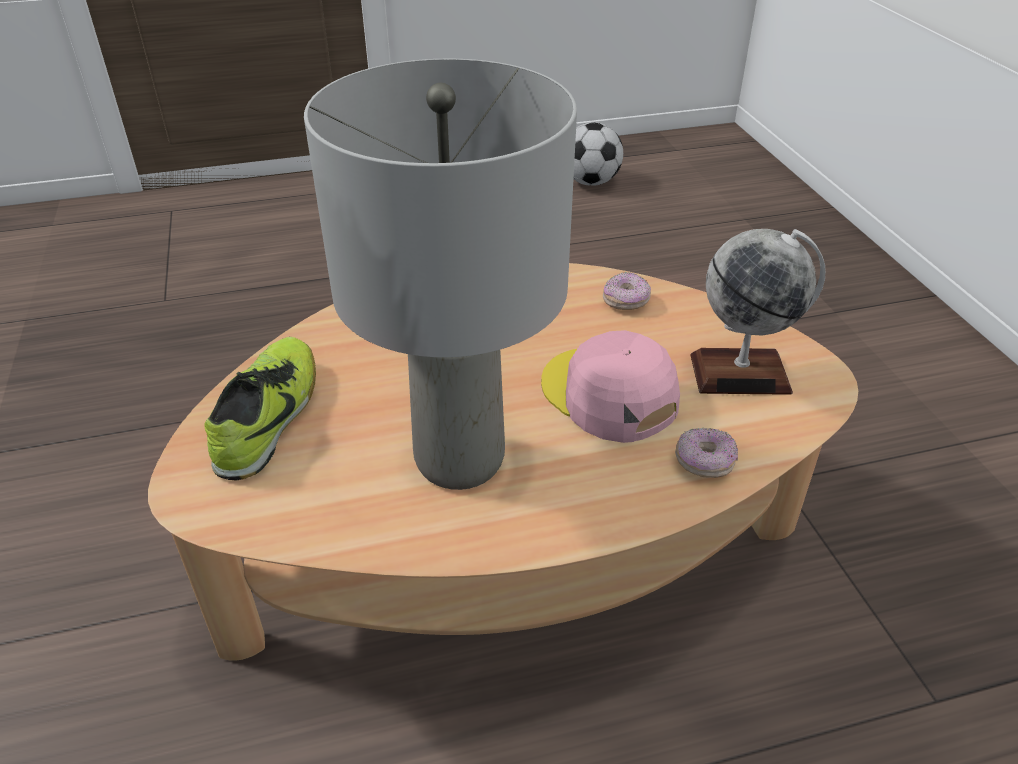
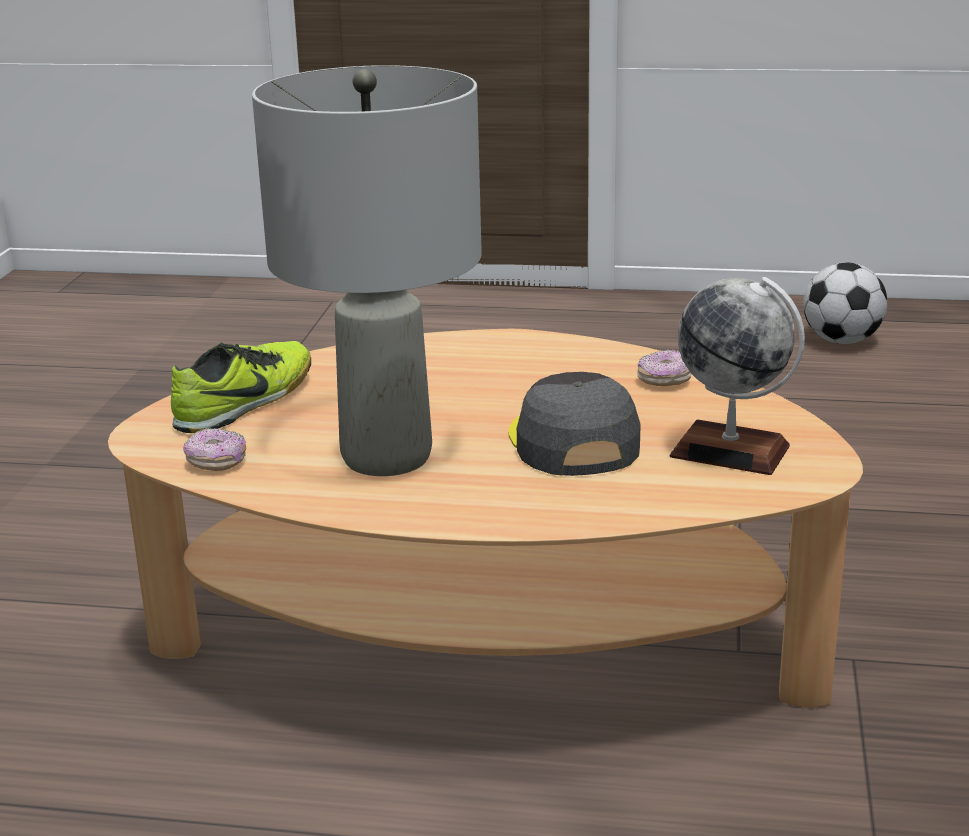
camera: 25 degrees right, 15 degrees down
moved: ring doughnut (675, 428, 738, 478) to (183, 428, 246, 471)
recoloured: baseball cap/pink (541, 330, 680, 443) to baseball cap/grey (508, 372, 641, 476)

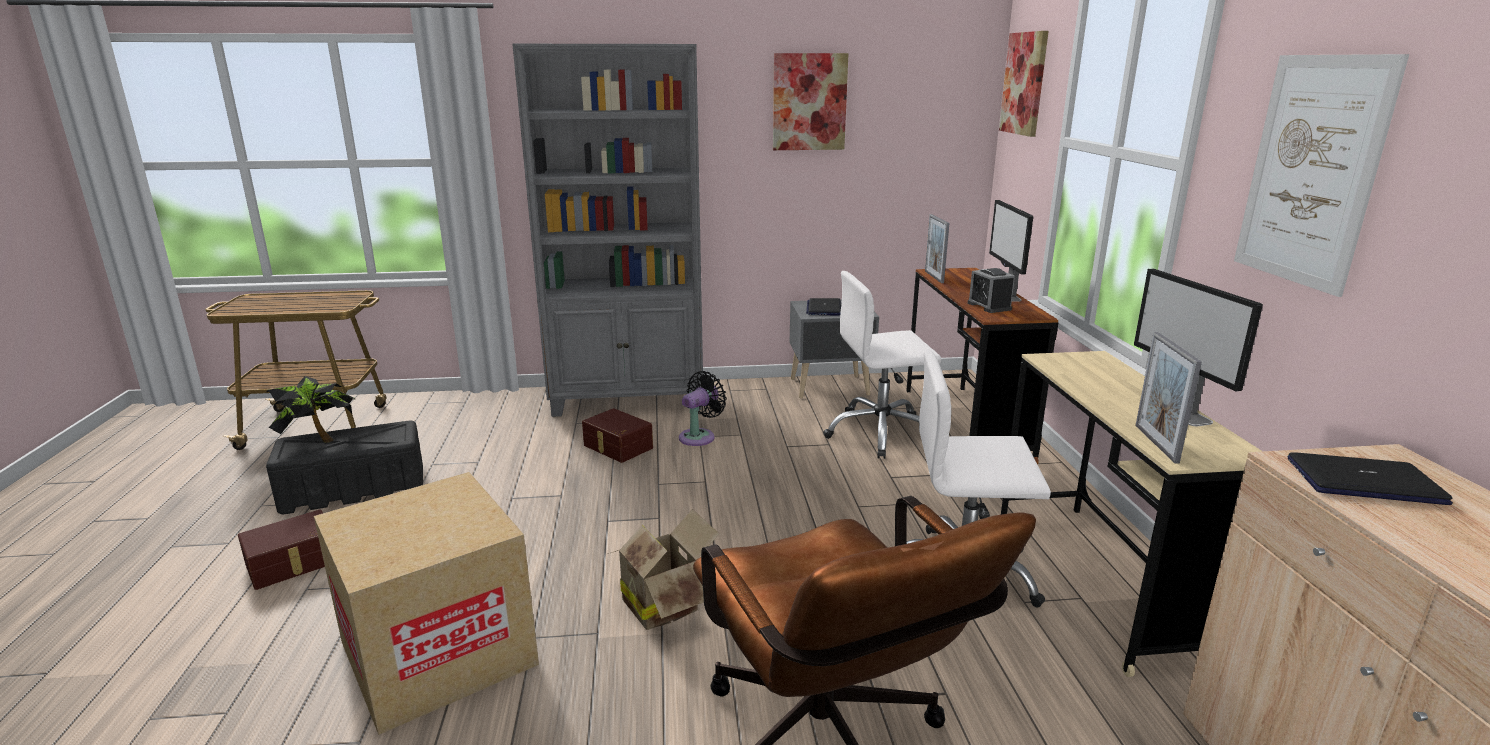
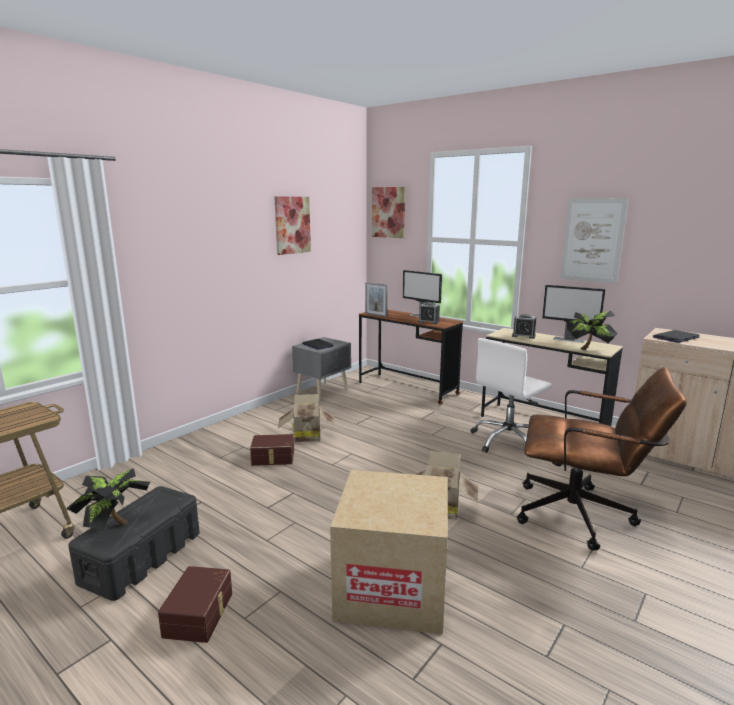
camera: 45 degrees left, 5 degrees down
removed: bookshelf/grey (512, 44, 703, 417); desk chair/whitish (823, 271, 941, 459)
added: alarm clock (512, 314, 536, 339)
replaced: cooling fan/blackish (679, 371, 727, 446) to carton (278, 394, 335, 442); photo frame (1135, 332, 1202, 464) to plant in a pot (567, 311, 618, 350)

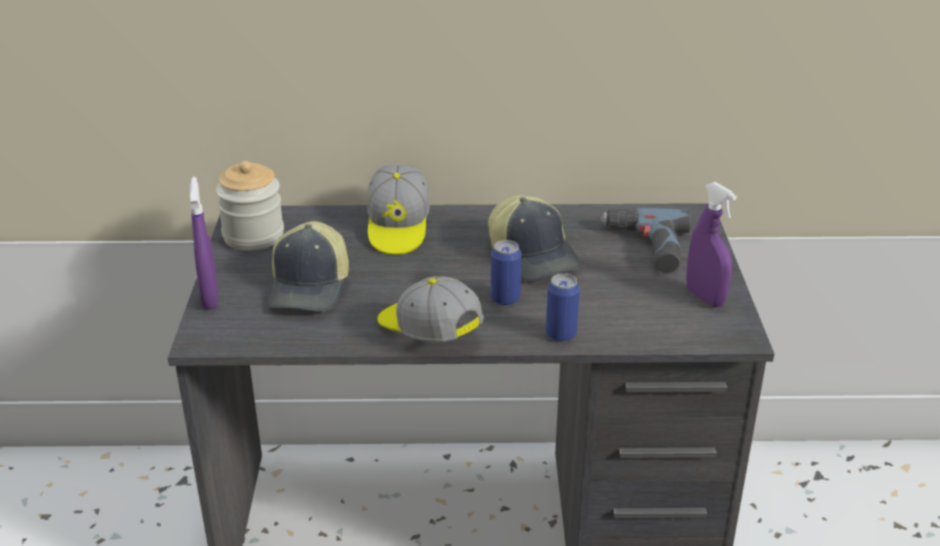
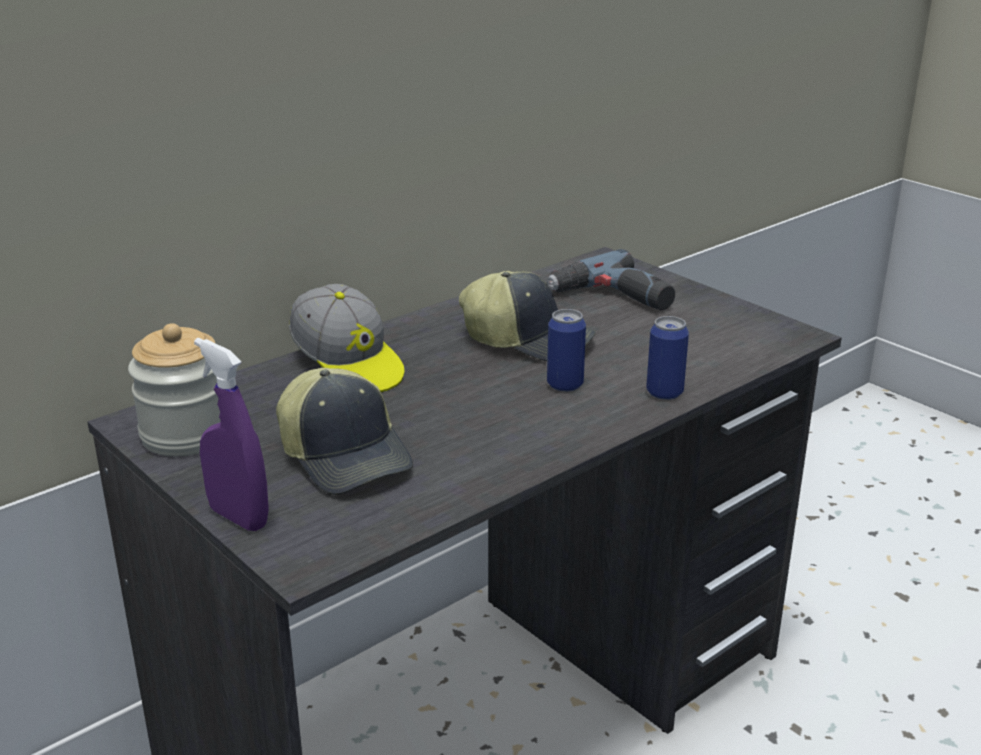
camera: 40 degrees left, 5 degrees down
removed: baseball cap (377, 276, 484, 342); sprayer/purplish (686, 182, 737, 307)

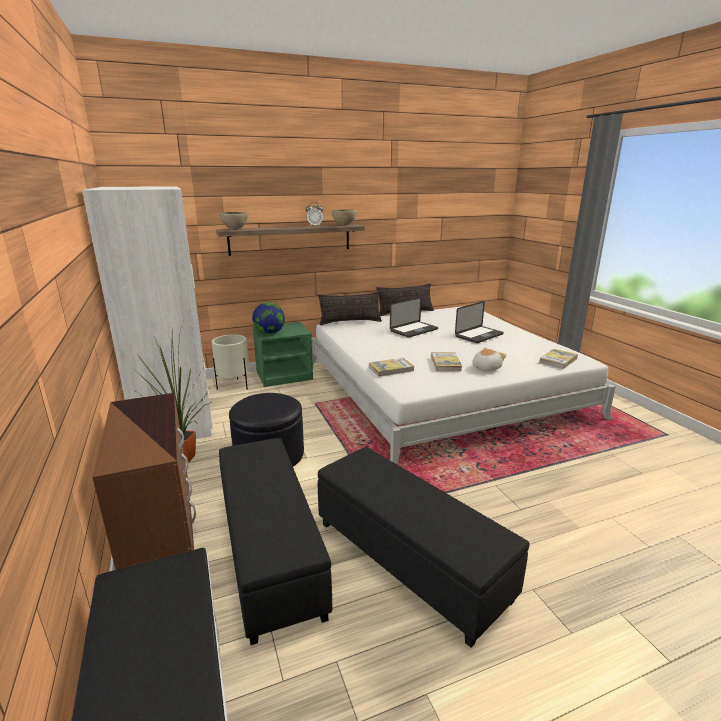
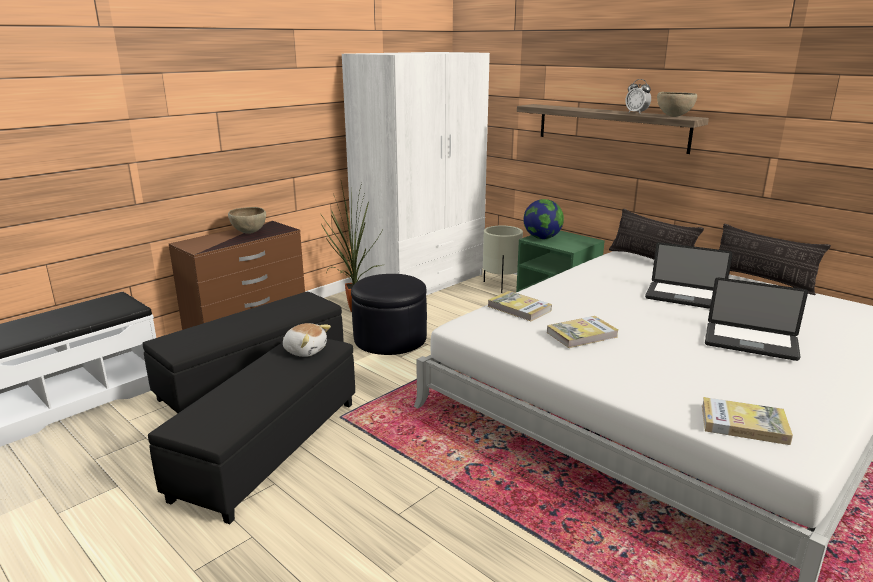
camera: 65 degrees right, 0 degrees up
moved: deep dish/brown (219, 212, 248, 230) to (228, 207, 266, 234); plush toy (472, 347, 507, 371) to (283, 323, 331, 357)

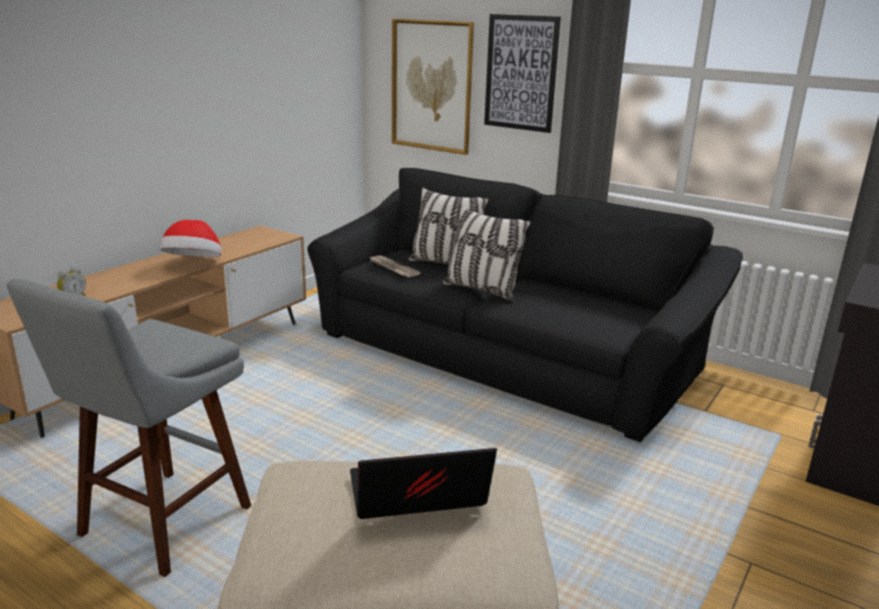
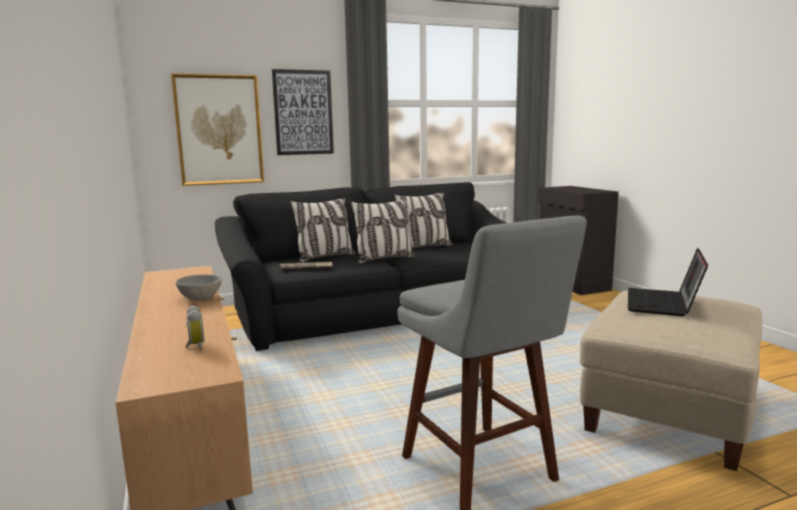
camera: 55 degrees left, 10 degrees down
added: pillow (394, 192, 452, 249)
replaced: hat (160, 220, 222, 257) to deep dish/grey (175, 275, 222, 301)

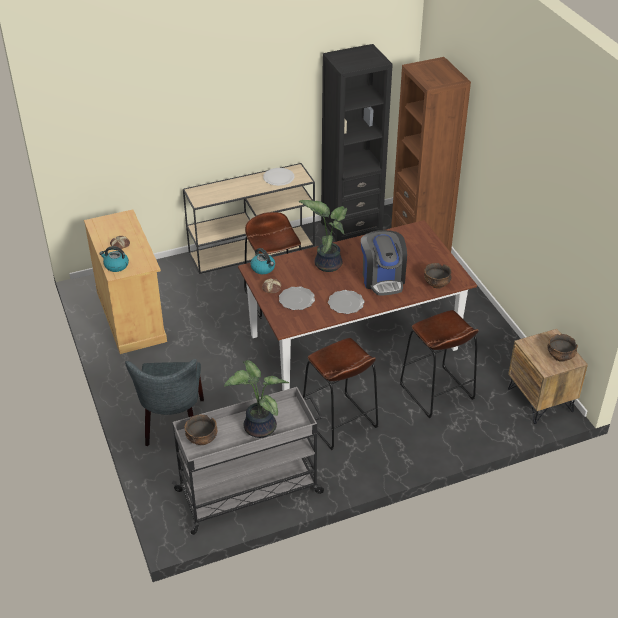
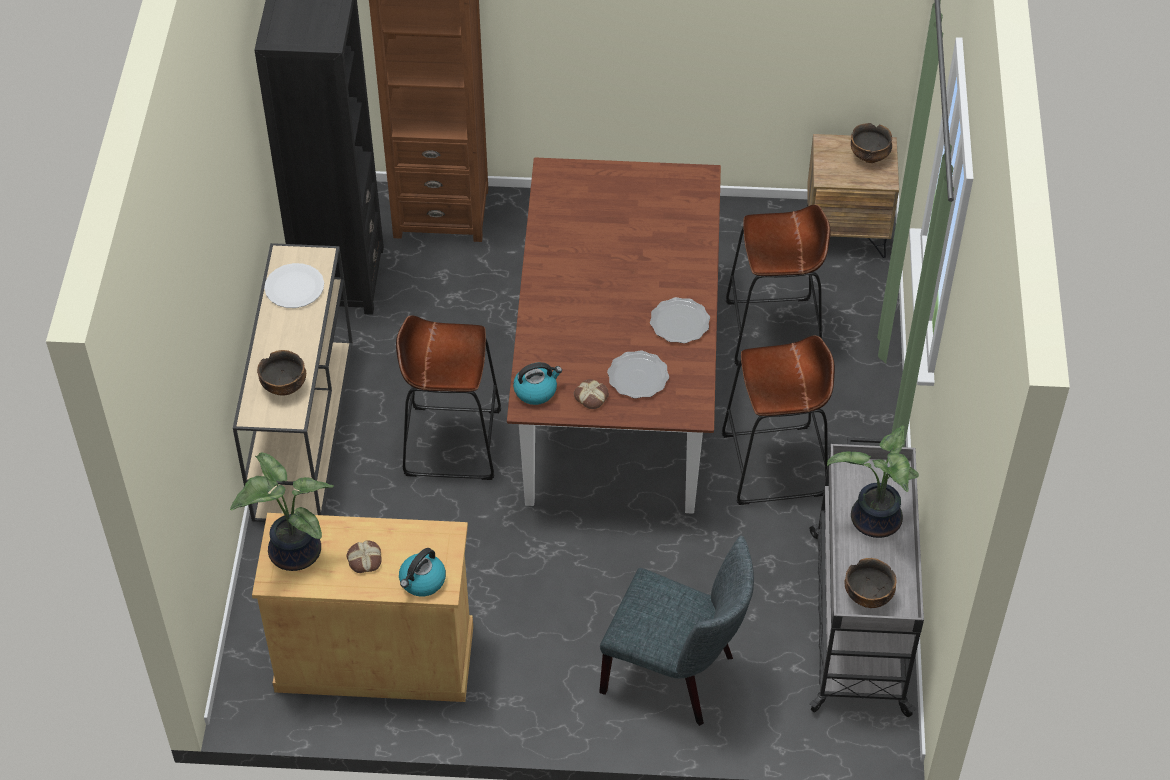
camera: 65 degrees left, 10 degrees up
removed: coffee maker (361, 230, 407, 295)
moved: plant in a pot (298, 200, 347, 272) to (230, 453, 334, 571); deep dish (424, 263, 451, 289) to (257, 350, 306, 396)

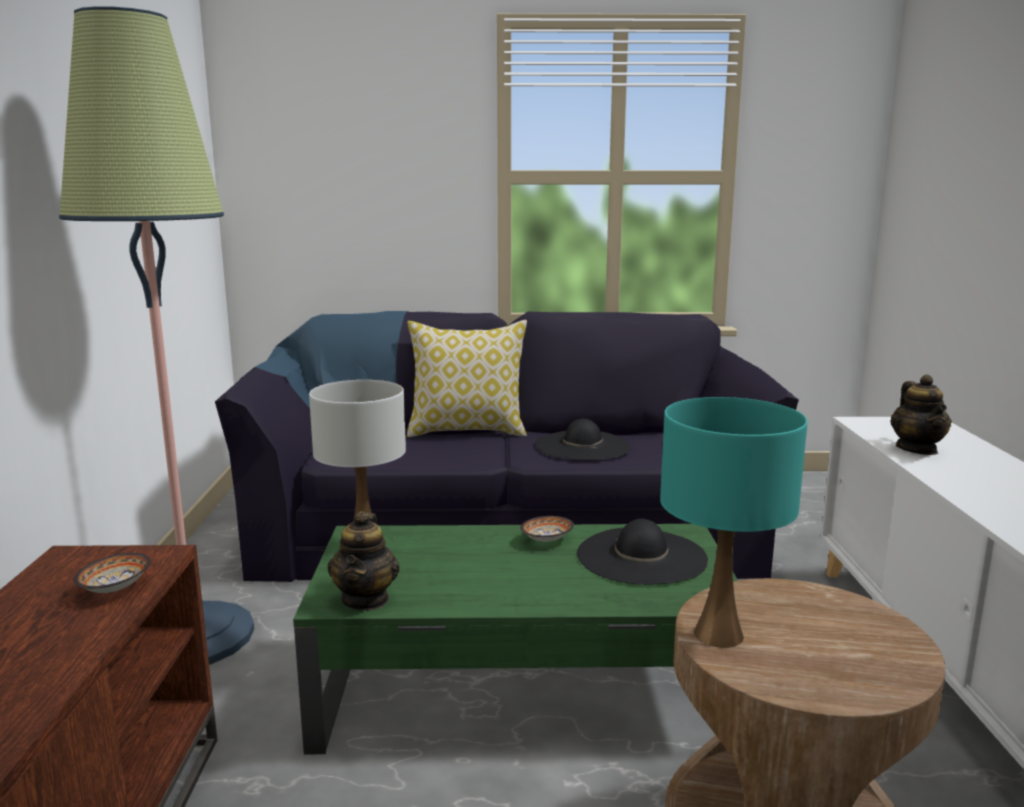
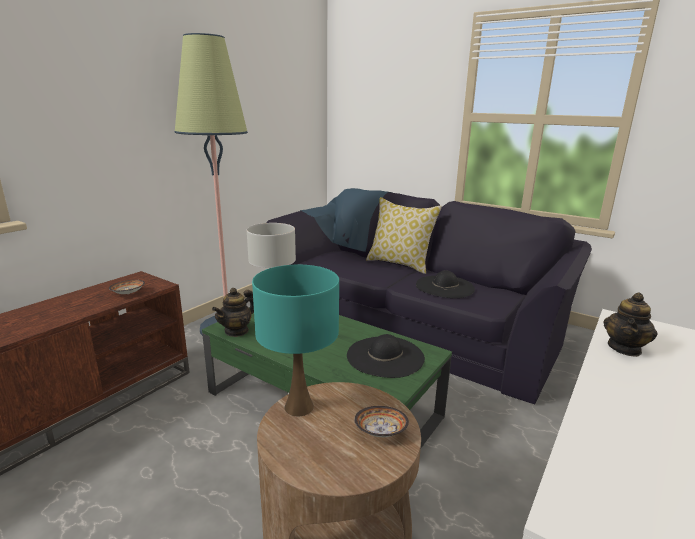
camera: 35 degrees right, 5 degrees up
moved: deep dish (520, 516, 574, 542) to (354, 406, 409, 437)

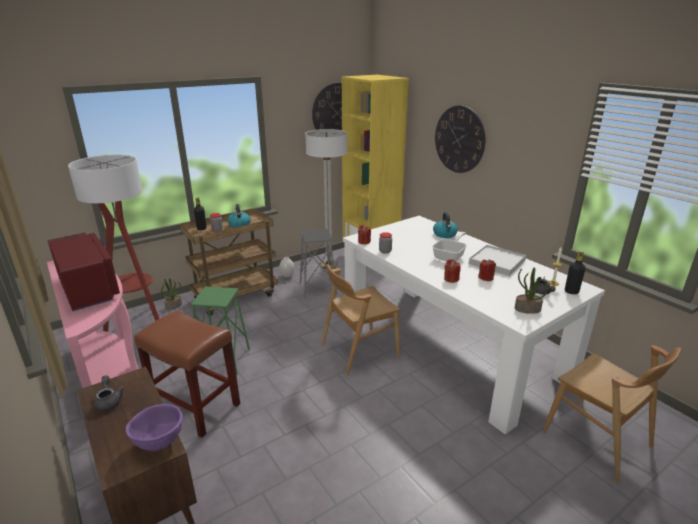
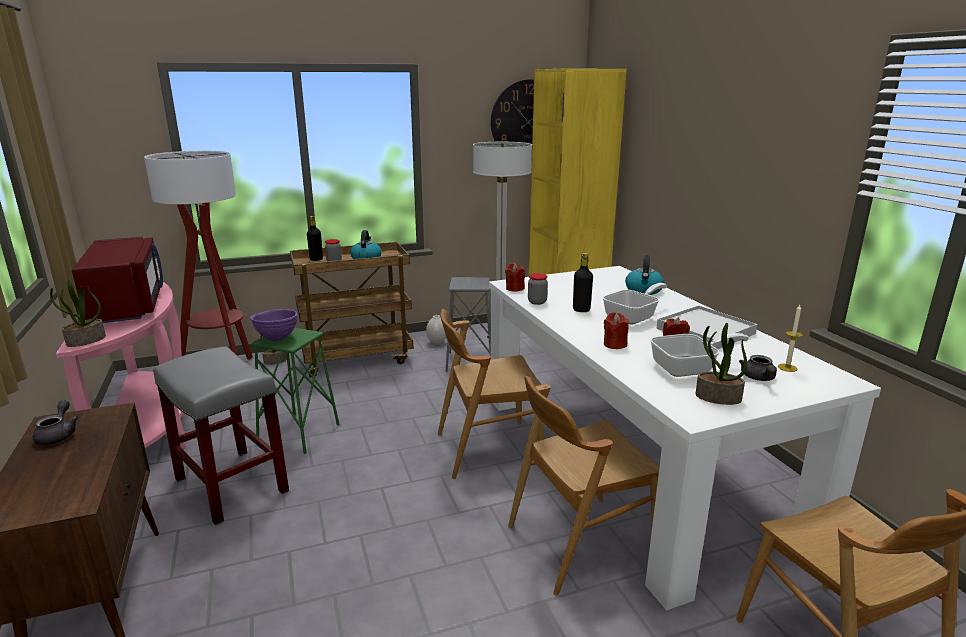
camera: 15 degrees right, 5 degrees down
removed: wall clock (435, 105, 485, 173)
added: plant in a pot (50, 279, 106, 347); upright chair/brown (508, 376, 660, 596); pan (650, 333, 749, 377)
moved: deep dish/purplish (126, 404, 183, 451) to (250, 309, 298, 341); beverage bottle/blackish (565, 251, 585, 294) to (573, 253, 593, 312)
recoloured: stool/brown (134, 310, 240, 438) to stool/grey (153, 346, 289, 526)

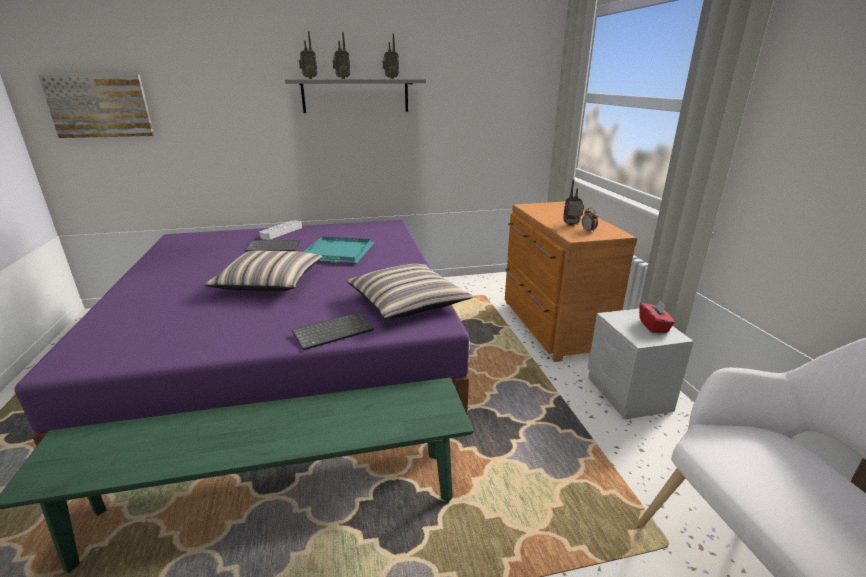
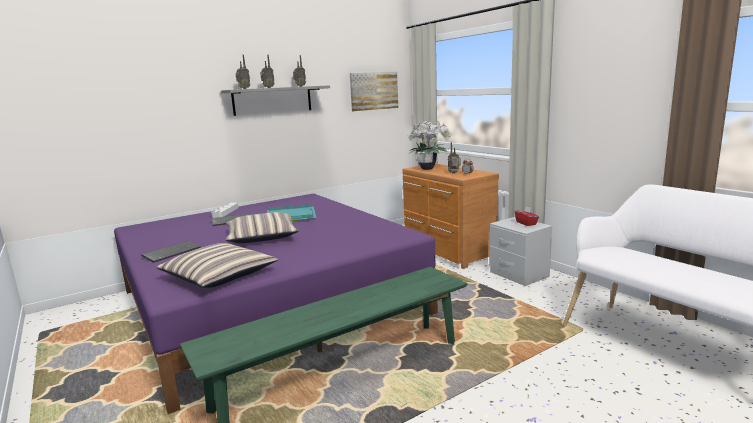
camera: 20 degrees left, 10 degrees down
added: plant in a pot (407, 120, 452, 170)
moved: keyboard (292, 312, 374, 350) to (141, 240, 201, 263); pillow (347, 264, 473, 319) to (156, 243, 278, 288); wall picture (38, 75, 154, 138) to (350, 72, 398, 111)

